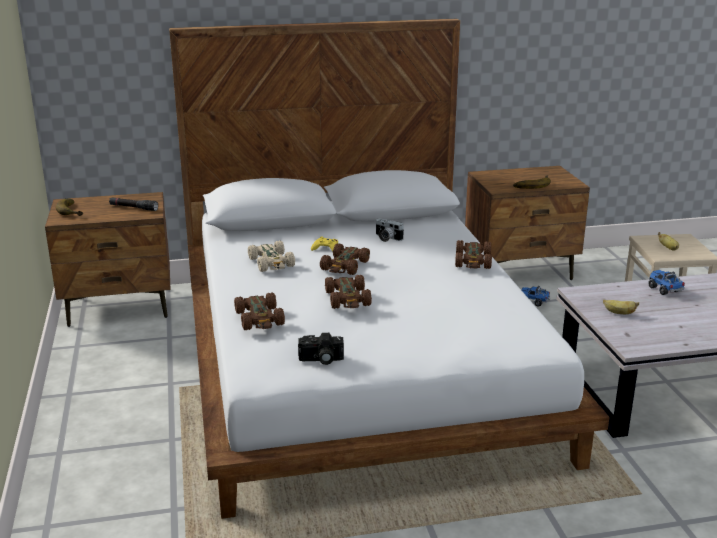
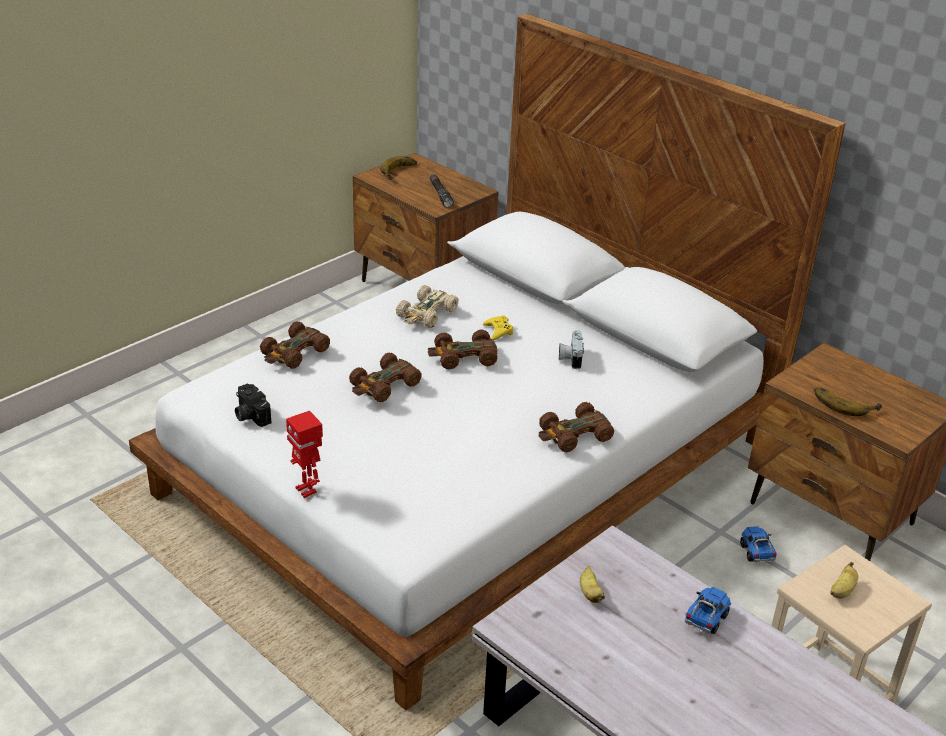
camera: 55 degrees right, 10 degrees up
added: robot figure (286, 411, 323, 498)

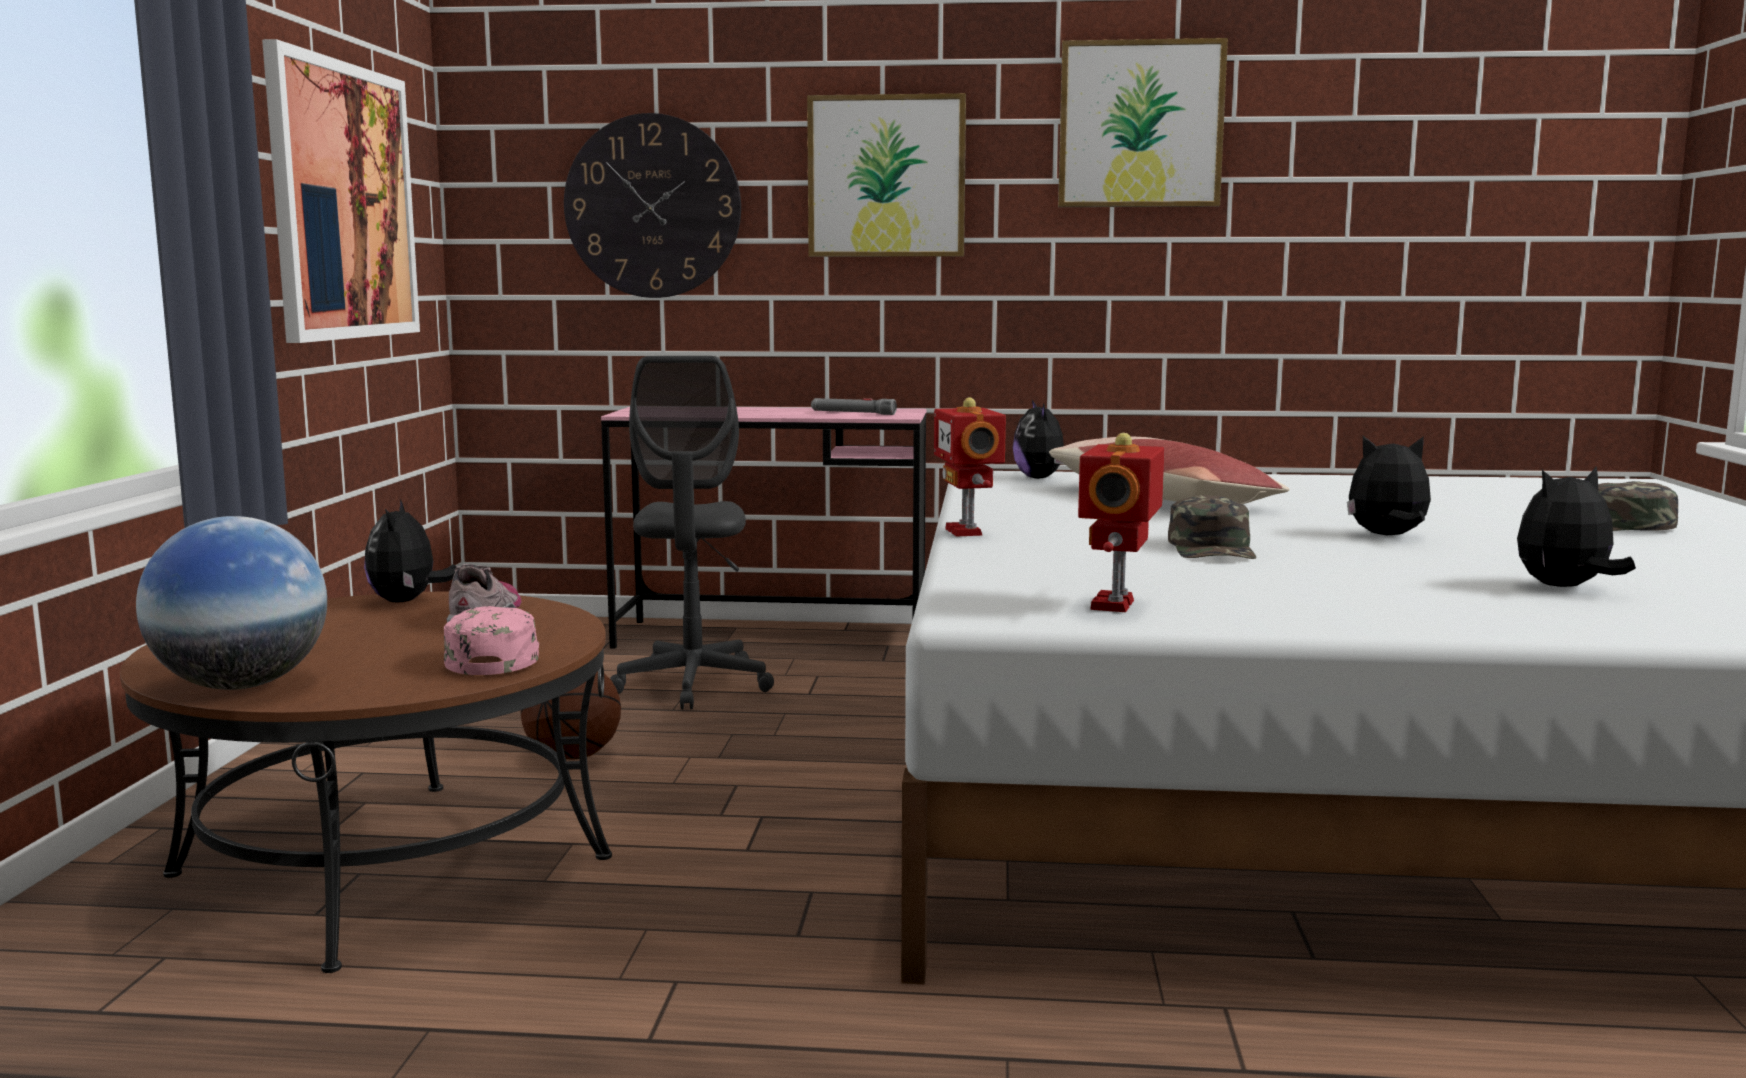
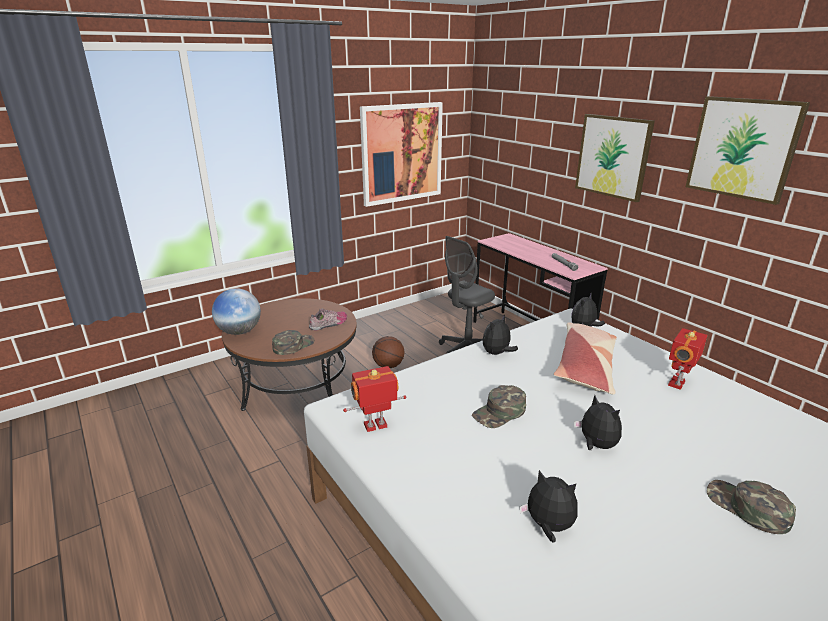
camera: 50 degrees right, 15 degrees up
removed: wall clock (564, 113, 741, 298)
moved: plush toy (364, 500, 456, 602) to (482, 314, 518, 355); robot figure (934, 397, 1006, 537) to (668, 328, 707, 390)
recoloured: baseball cap/pink (444, 606, 539, 675) to baseball cap/greenish (272, 330, 315, 355)

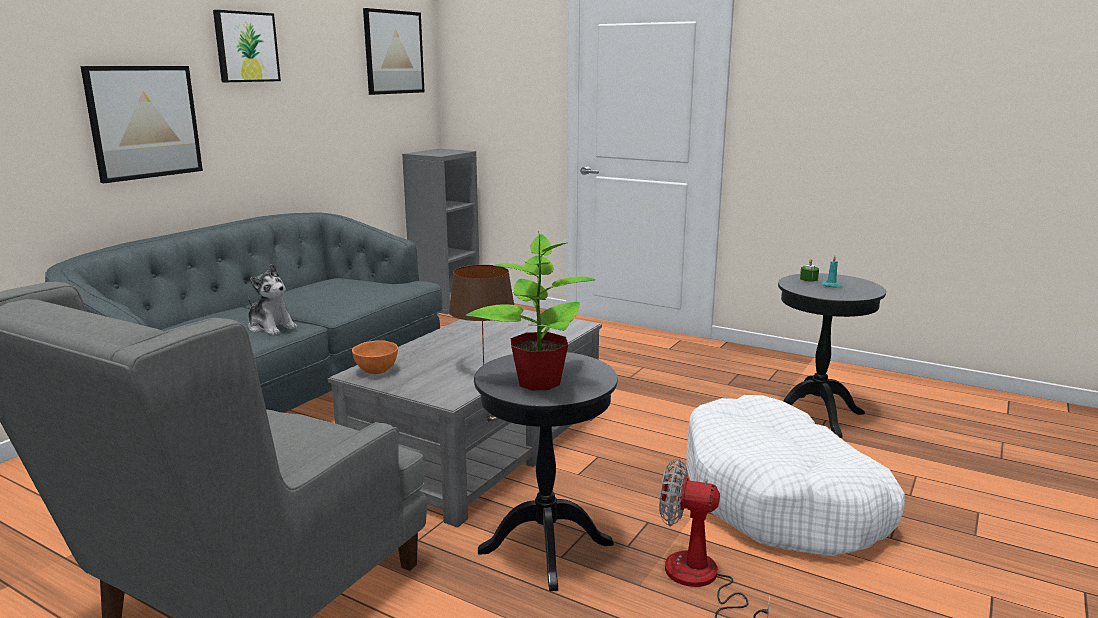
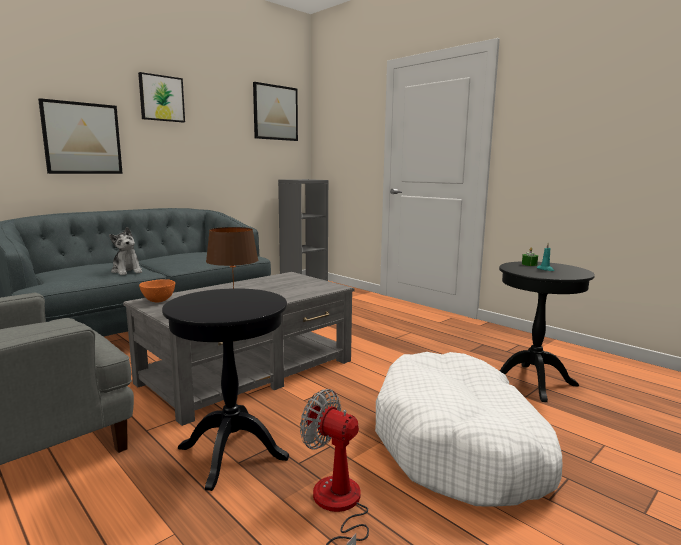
camera: 15 degrees right, 5 degrees down
removed: plant in a pot (466, 231, 596, 391)

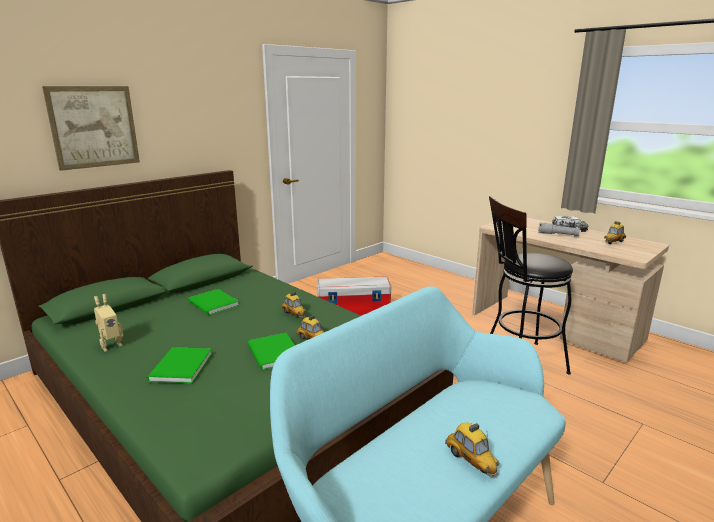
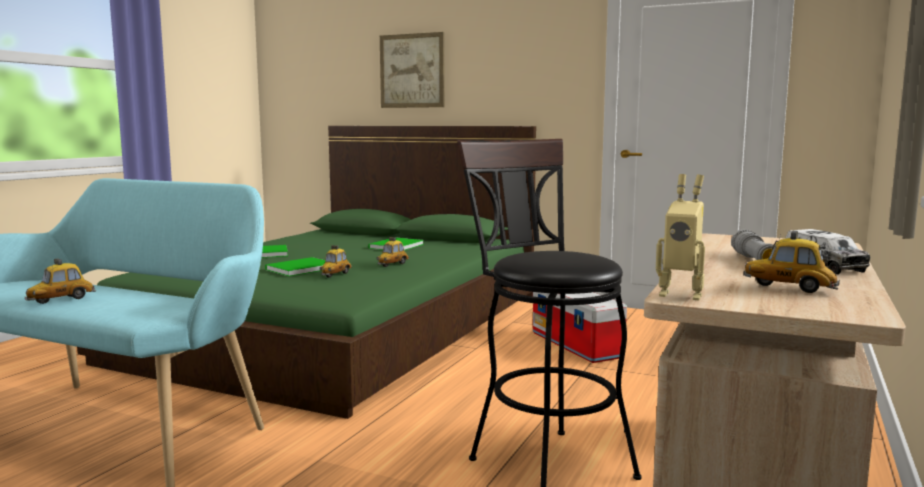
camera: 70 degrees right, 10 degrees down
moved: robot figure (94, 294, 123, 352) to (656, 174, 705, 301)

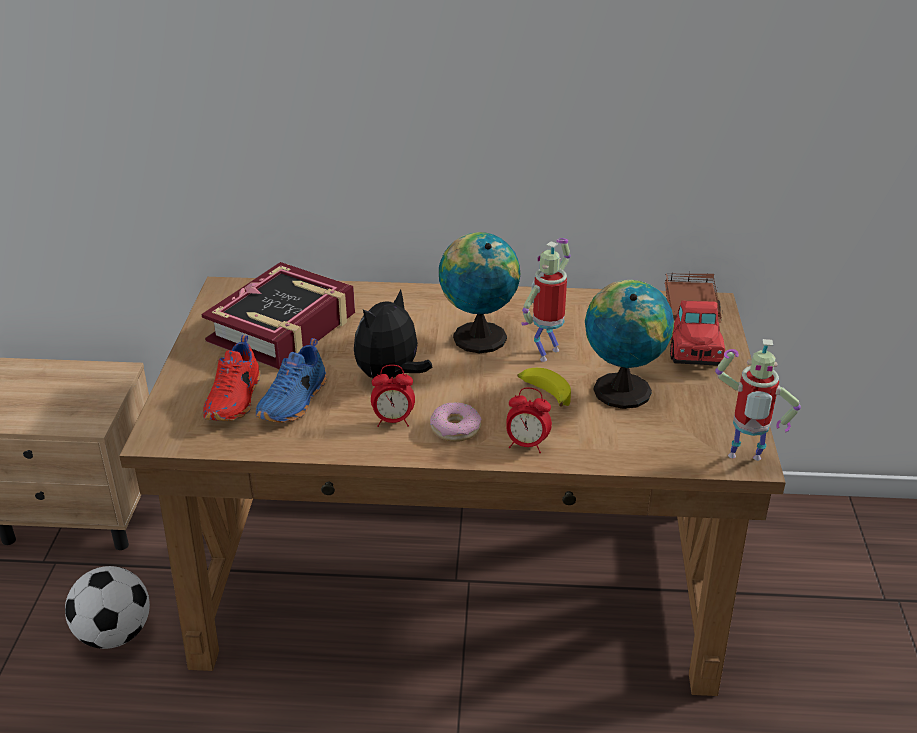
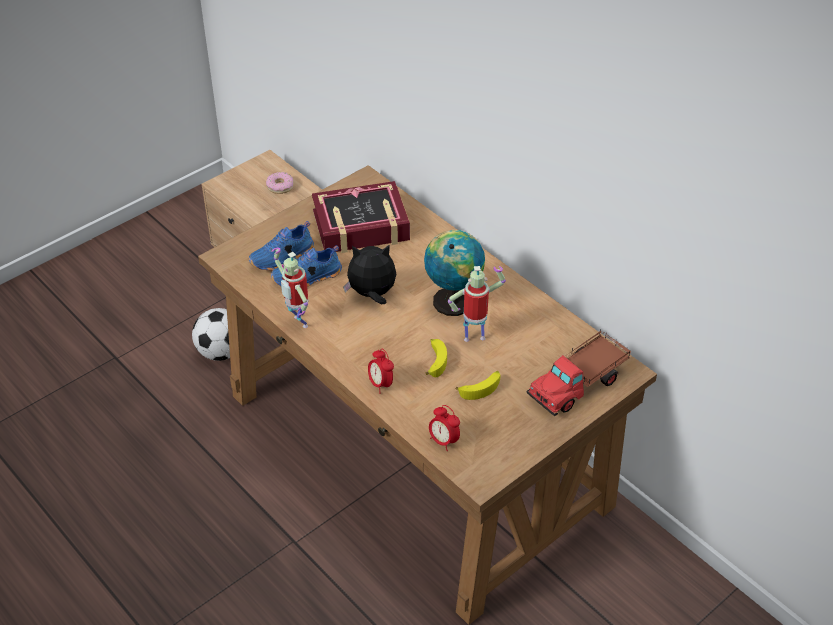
camera: 45 degrees right, 10 degrees up
moved: ring doughnut (430, 402, 482, 442) to (266, 172, 294, 194); robot figure (715, 339, 801, 461) to (272, 248, 308, 328); alarm clock (371, 365, 415, 427) to (429, 405, 460, 451)
replaced: globe (585, 280, 674, 409) to banana (455, 371, 500, 400)
recoloured: low shoe/red (203, 335, 260, 421) to low shoe/blue (249, 221, 314, 271)

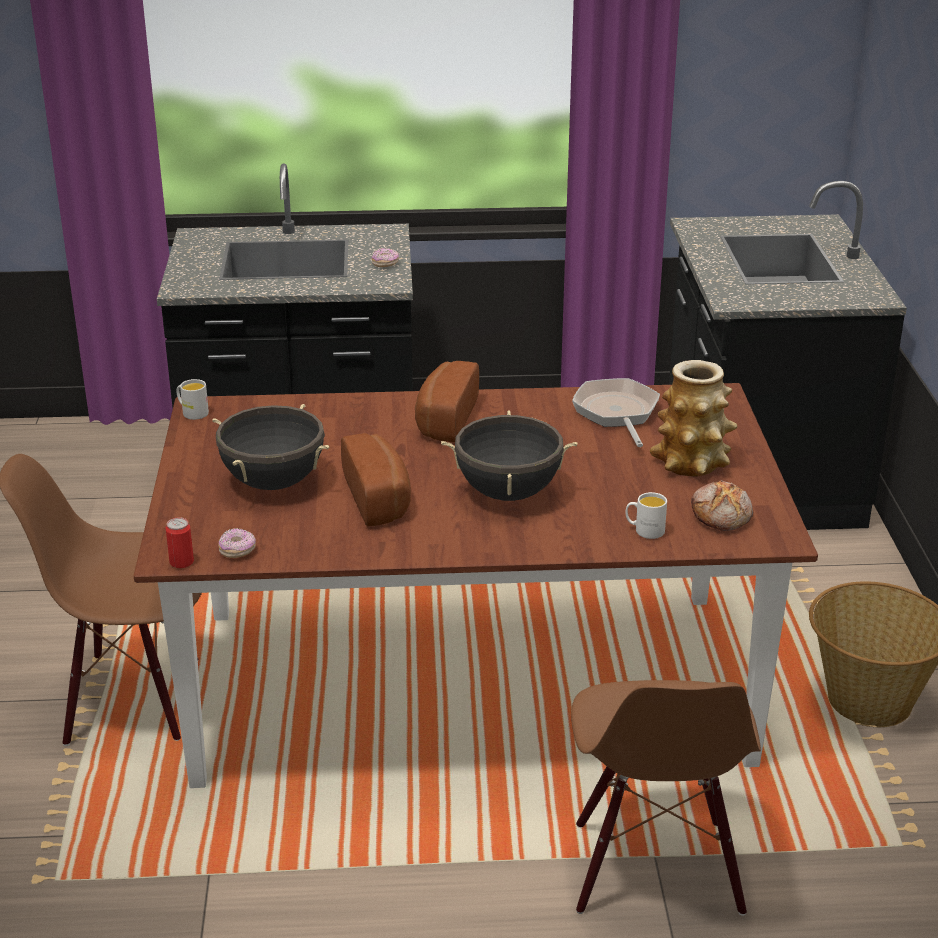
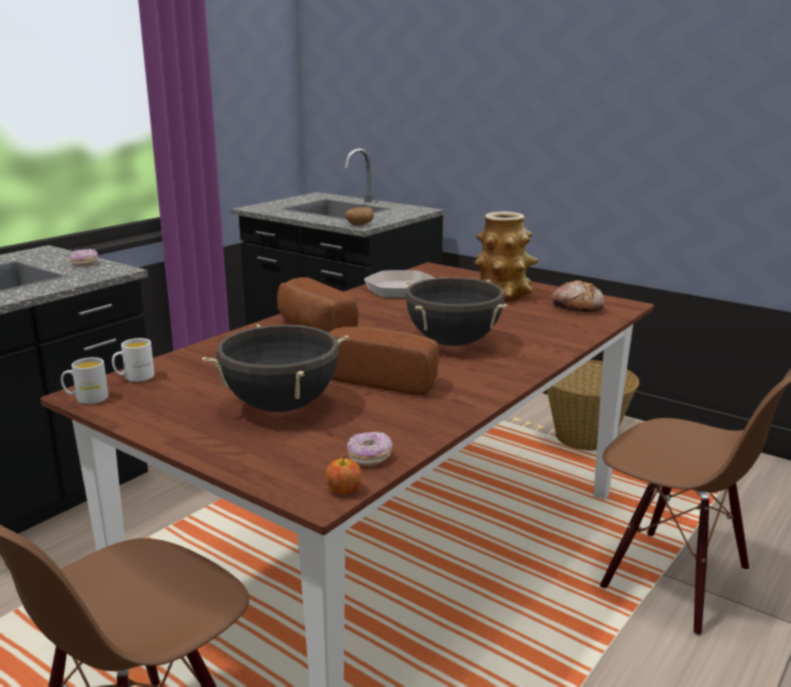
camera: 50 degrees left, 10 degrees down
added: whole potato (344, 207, 374, 225)
moved: tea mug/whitish (626, 492, 667, 539) to (112, 338, 154, 382)
replaced: sealed can (166, 517, 194, 568) to apple (325, 455, 361, 494)

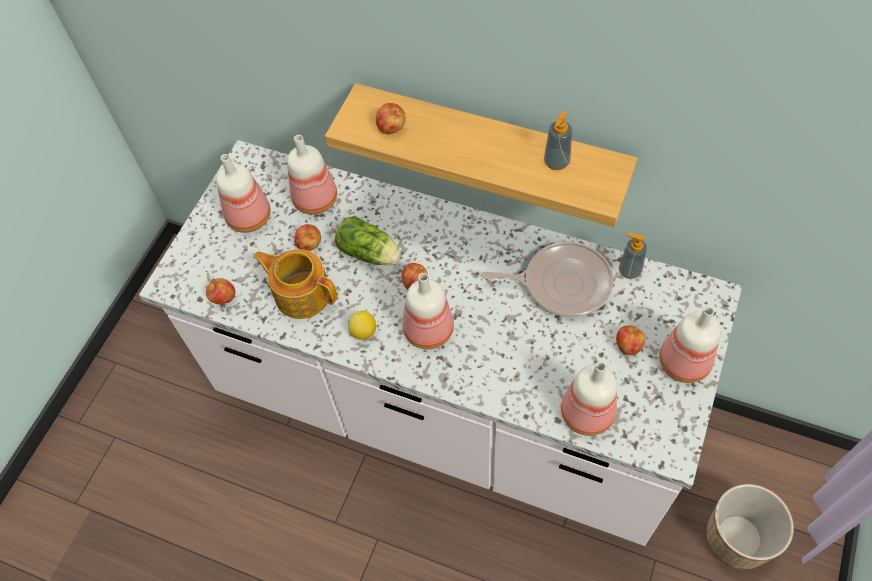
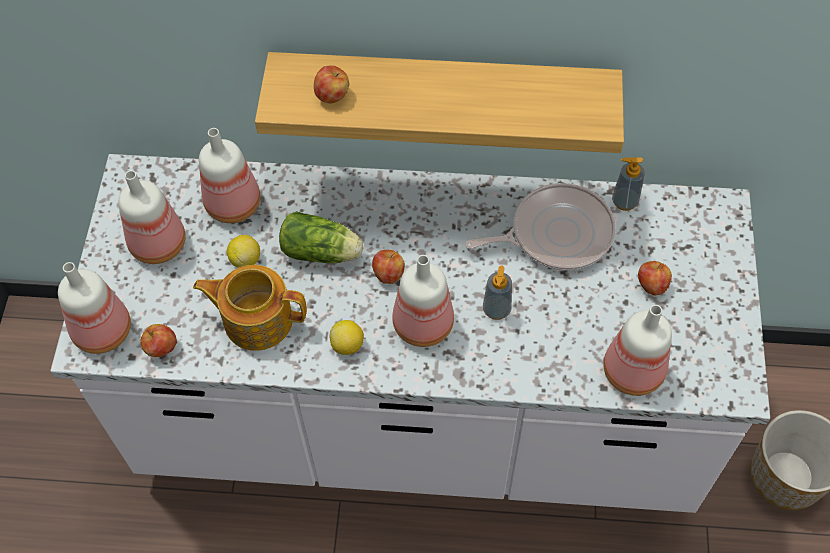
camera: 20 degrees left, 0 degrees up
moved: beverage bottle (659, 306, 721, 383) to (58, 262, 131, 354); soap dispenser (544, 111, 572, 170) to (483, 266, 512, 320)
replaced: apple (295, 224, 321, 251) to whole lemon (227, 235, 260, 268)

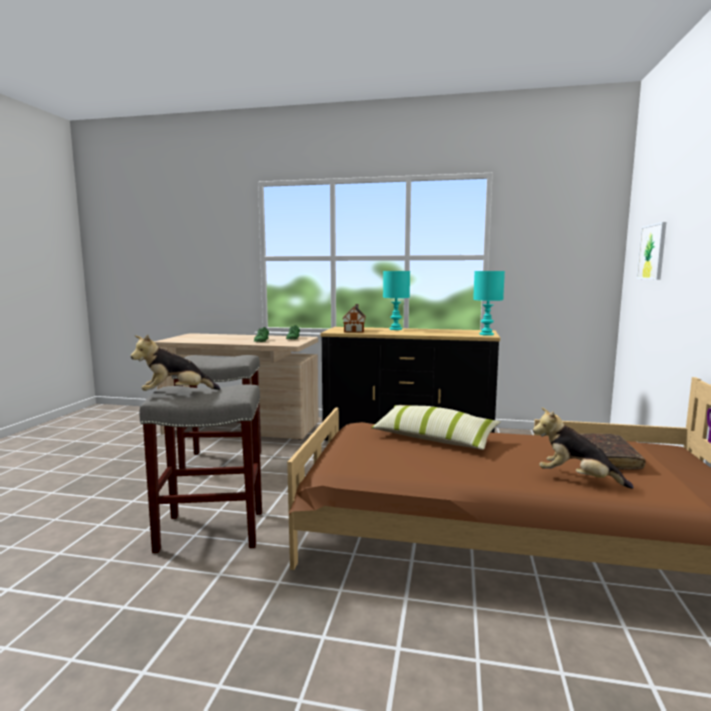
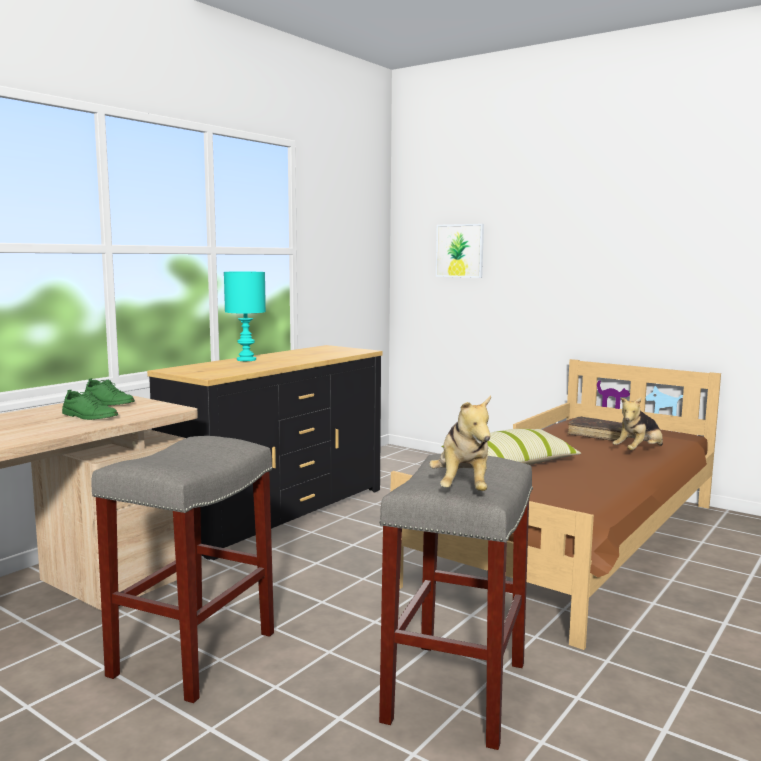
camera: 65 degrees left, 0 degrees up
removed: miniature house (343, 304, 366, 332); lamp for a table/turquoise (473, 271, 505, 336)

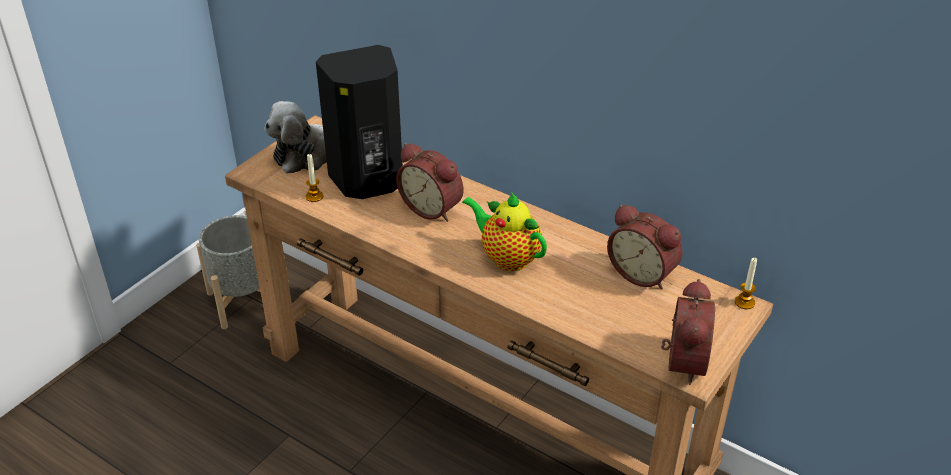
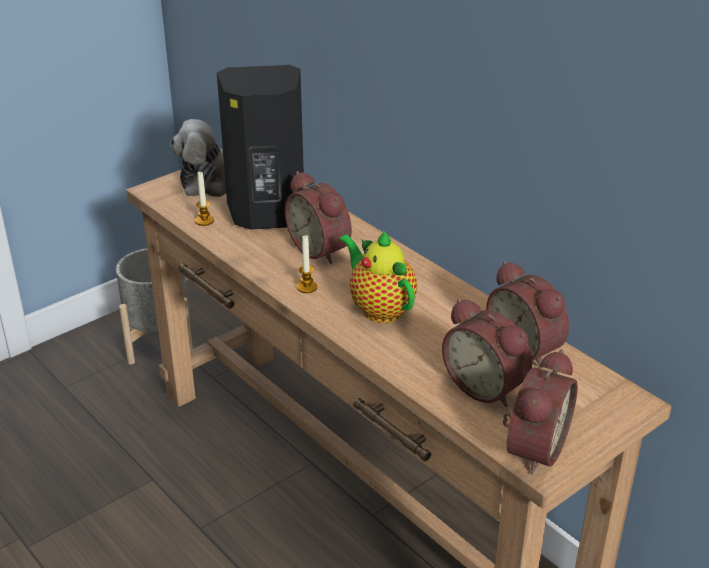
camera: 15 degrees right, 5 degrees down
added: alarm clock (442, 298, 532, 407)
moved: candle (735, 258, 757, 309) to (297, 235, 317, 293)

